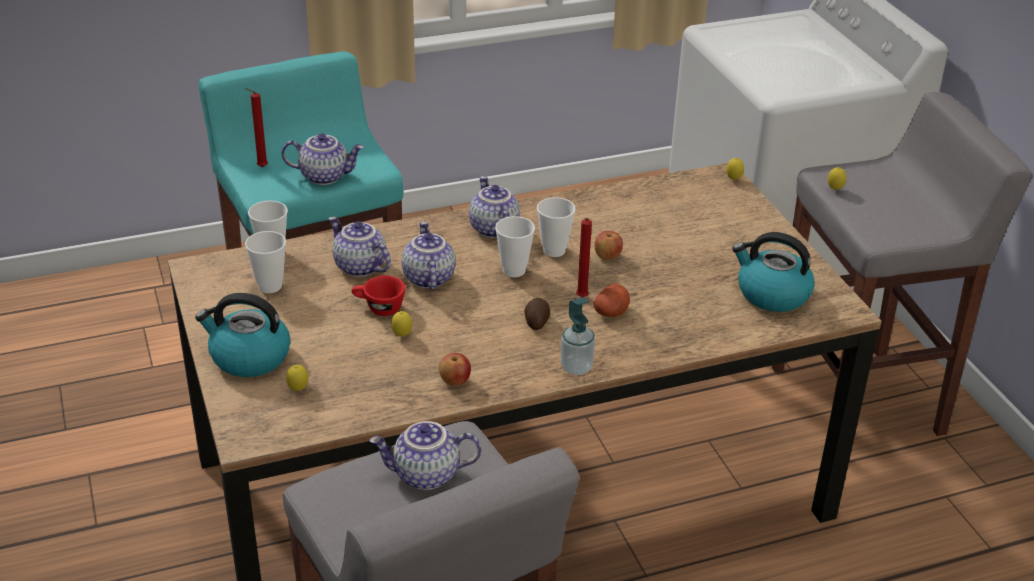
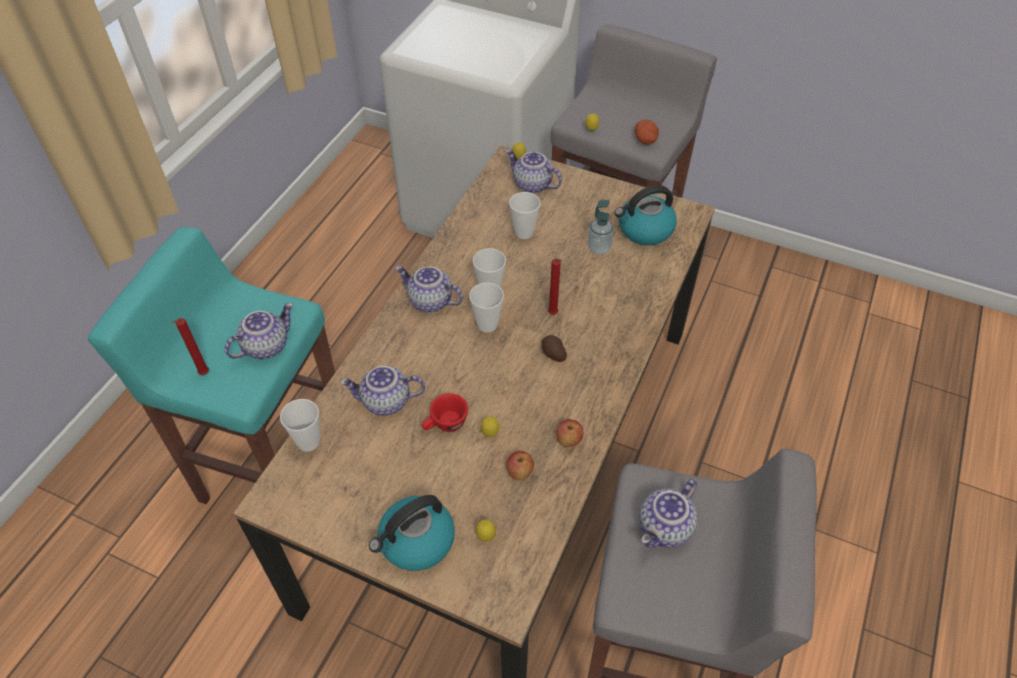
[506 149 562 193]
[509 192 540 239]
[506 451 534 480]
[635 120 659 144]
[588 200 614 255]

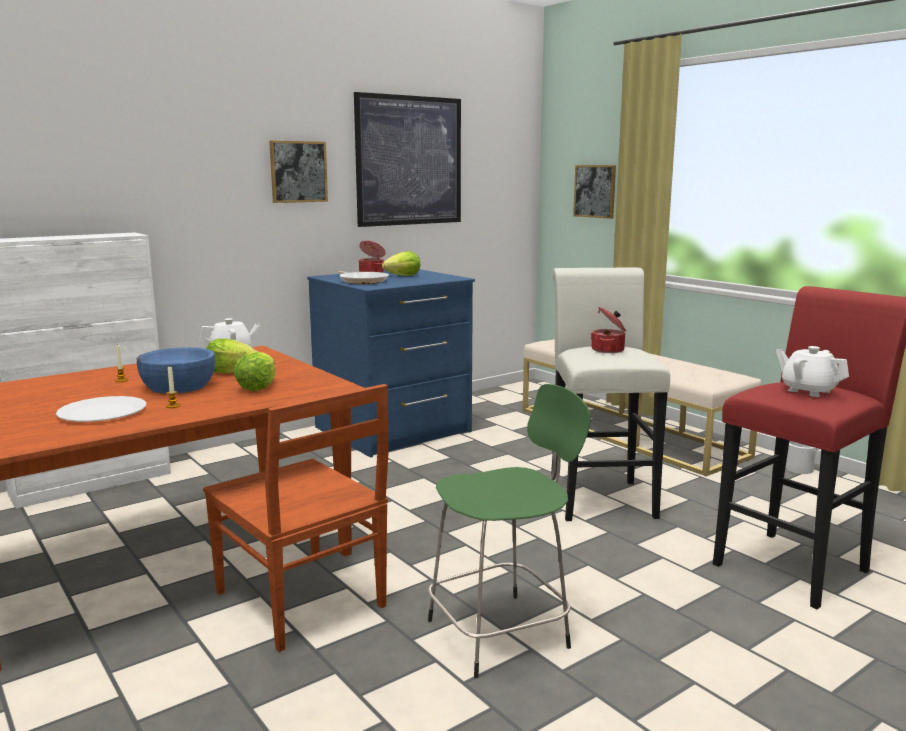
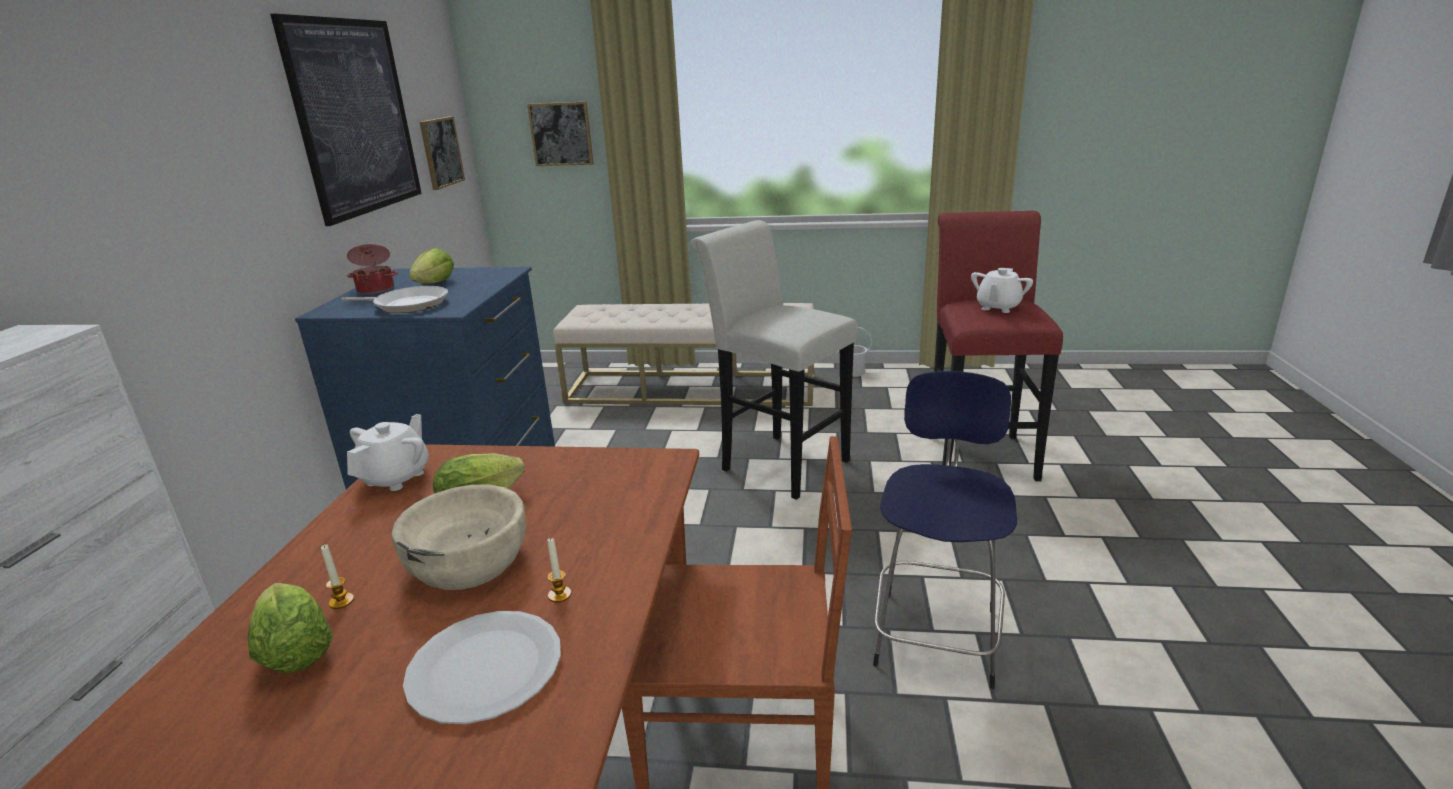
[420 116 465 190]
[590 307 626 353] (first image)
[971 268 1033 313]
[391 485 526 590]
[248 583 333 674]
[873 371 1017 689]

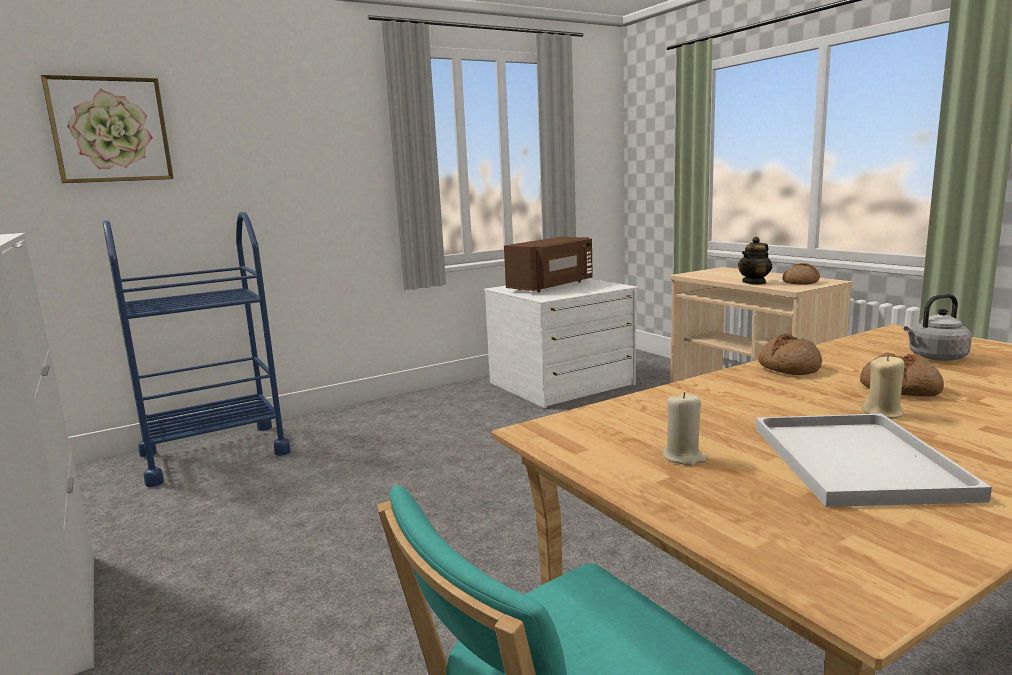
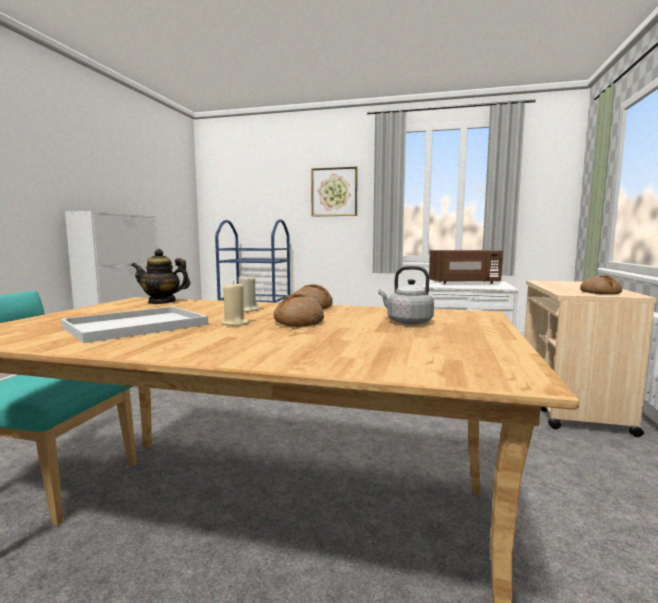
[311 167 358 216]
[131 249 191 304]
[238 275 259 312]

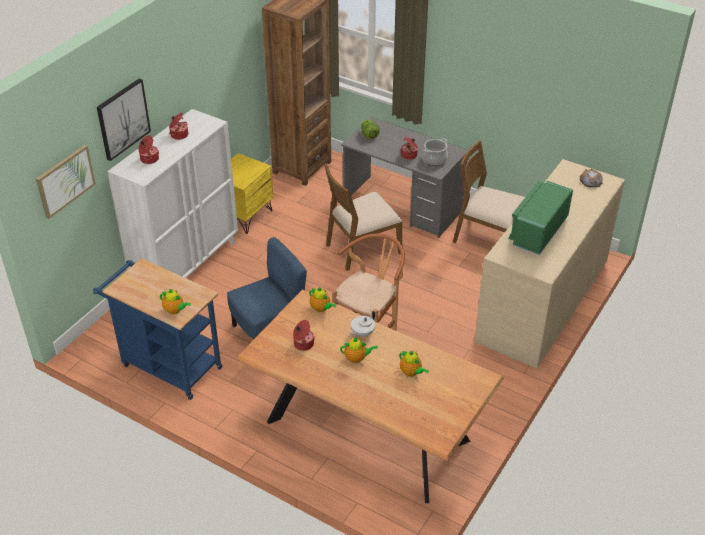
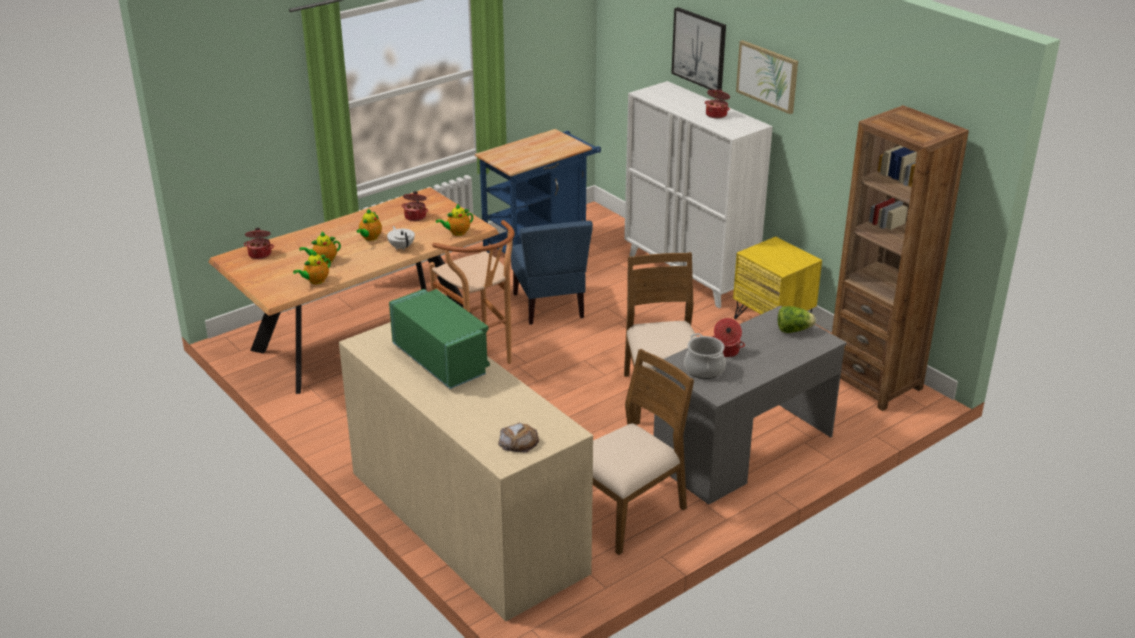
[244 228 274 259]
[736 40 798 114]
[293 251 331 284]

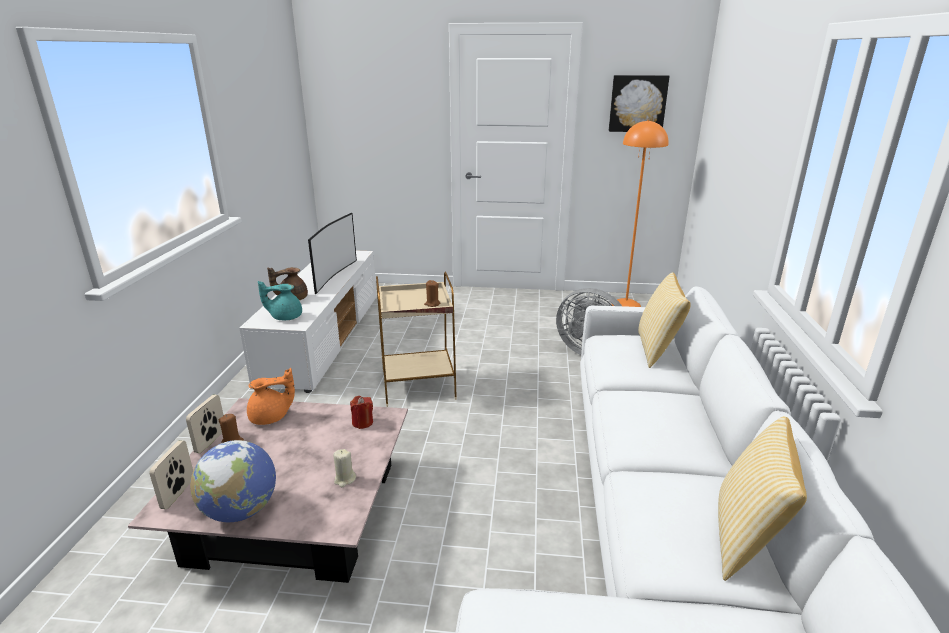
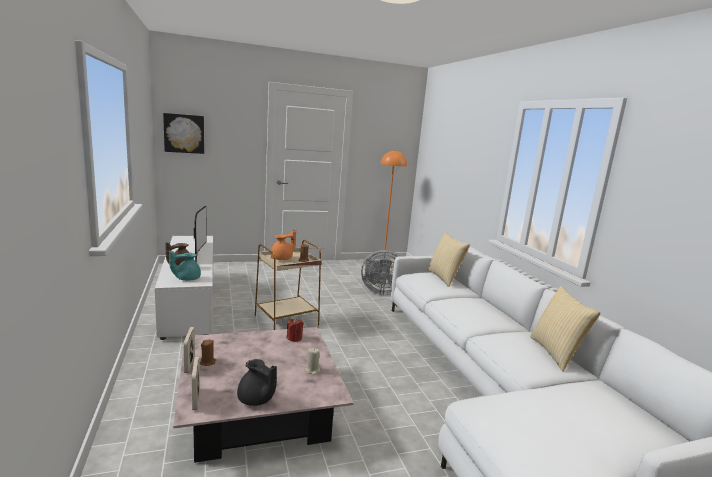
[163 113 204 154]
[271 229 296 260]
[237 359 277 406]

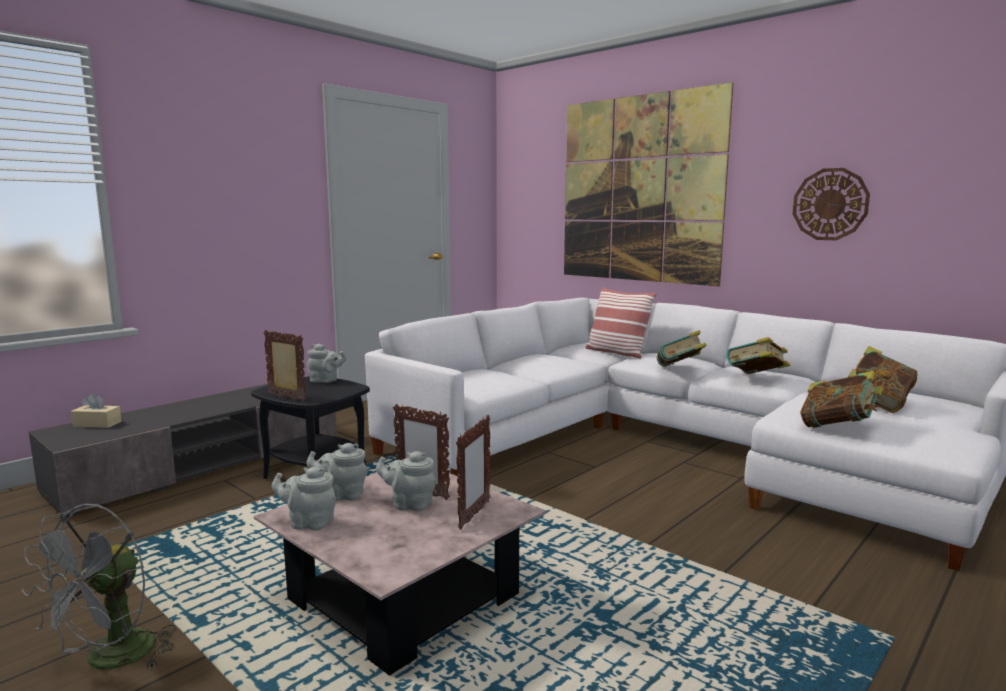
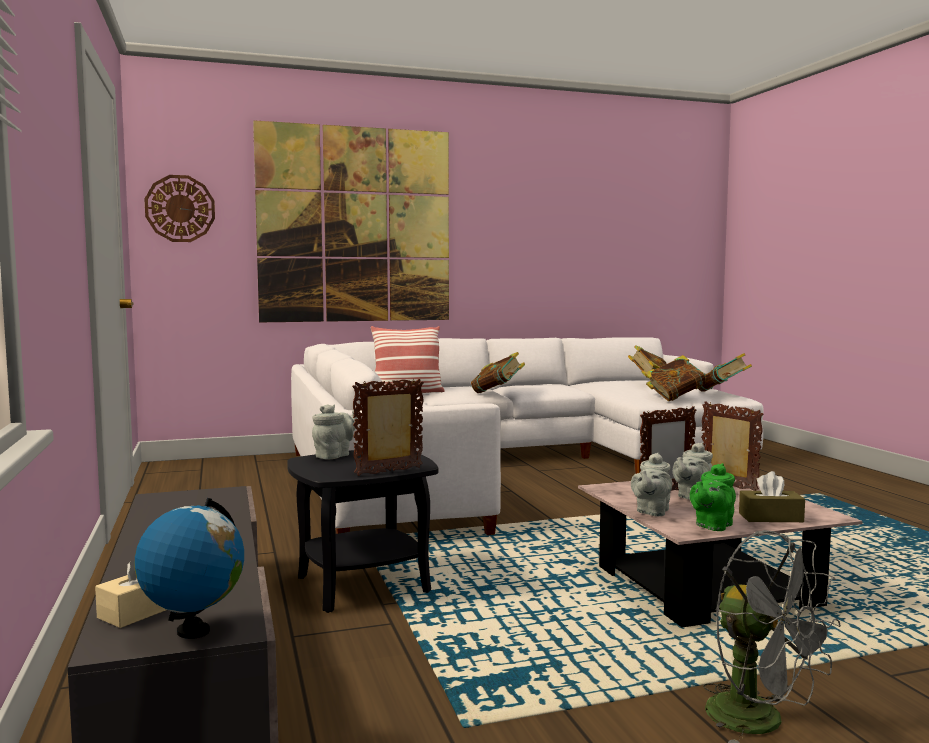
[145 175 215 242]
[698 353 752 392]
[690 463 736 531]
[739 471 805 522]
[134 498 244 639]

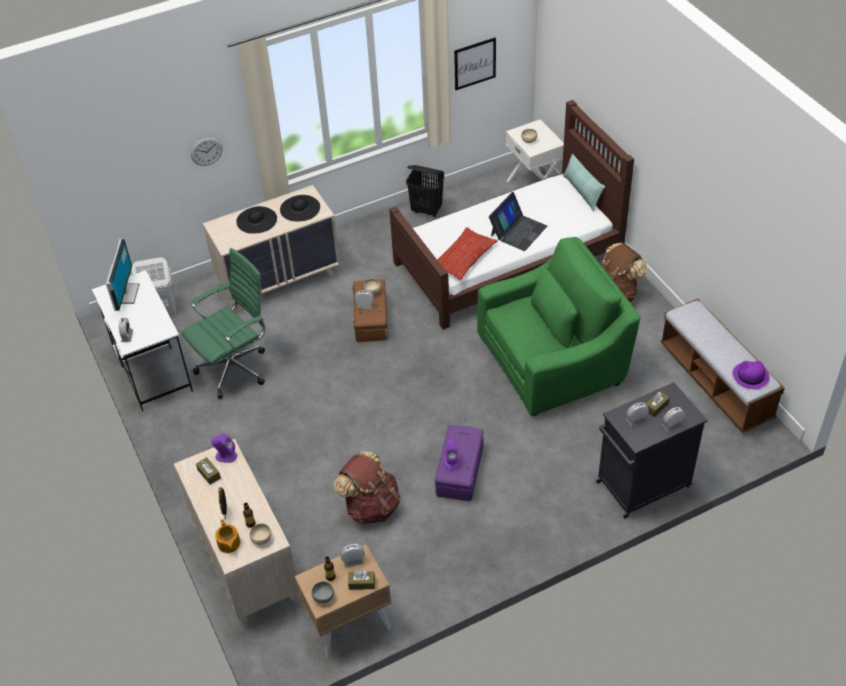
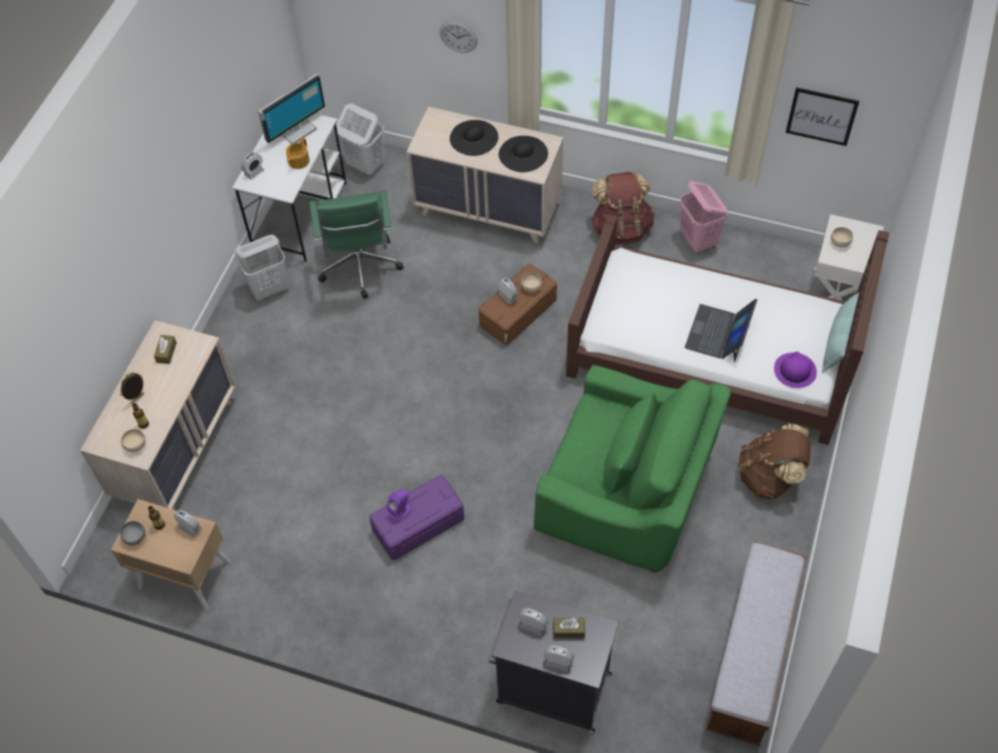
[680 181 727 254]
[684 299 757 363]
[437 227 498 280] (first image)
[309 190 403 299]
[774 352 817 388]
[211 434 237 463] (first image)
[591 172 655 245]
[286 138 310 169]
[348 570 375 590] (first image)
[234 235 288 300]

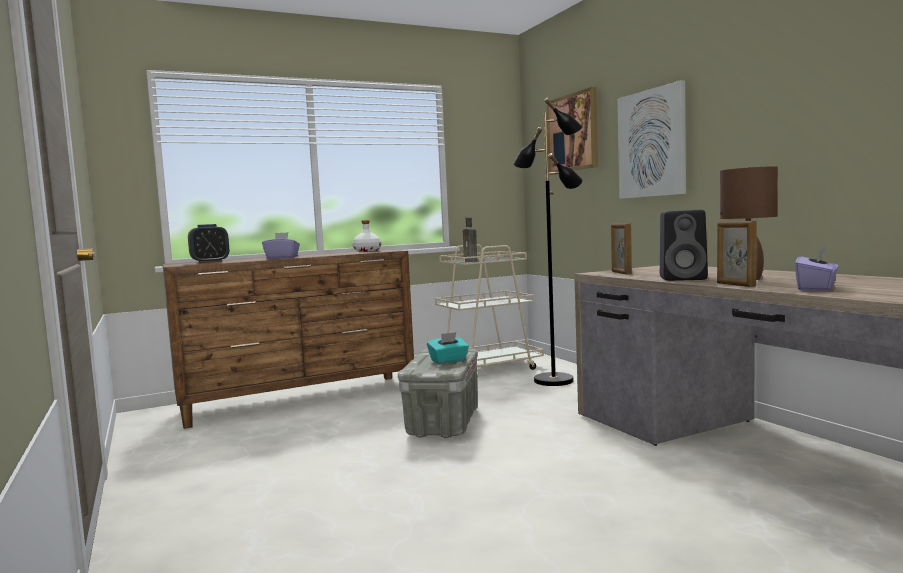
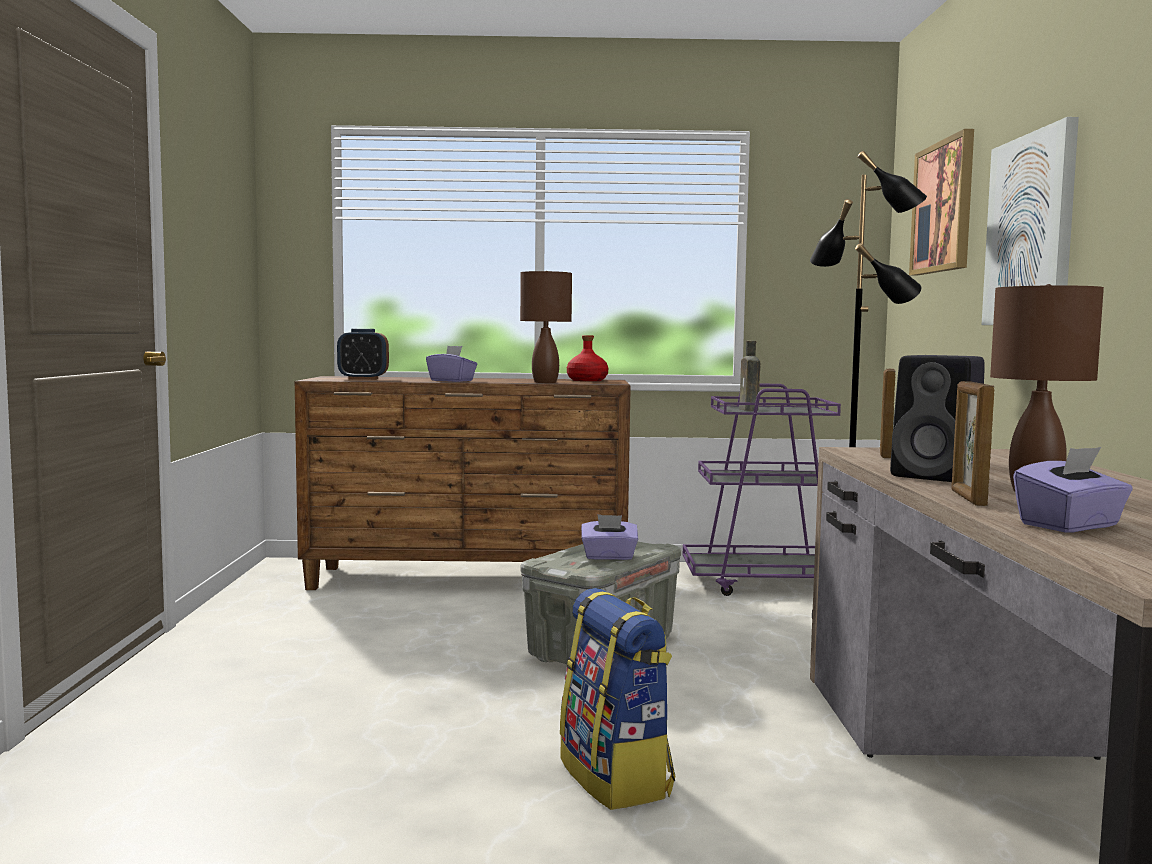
[567 335 608 381]
[683 384 841 596]
[581 514 638 560]
[520 271 572 383]
[560 588 675 810]

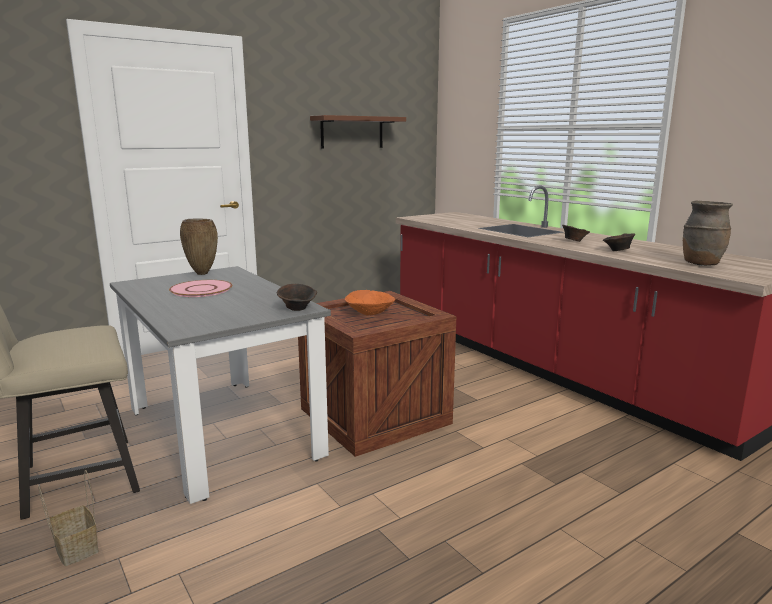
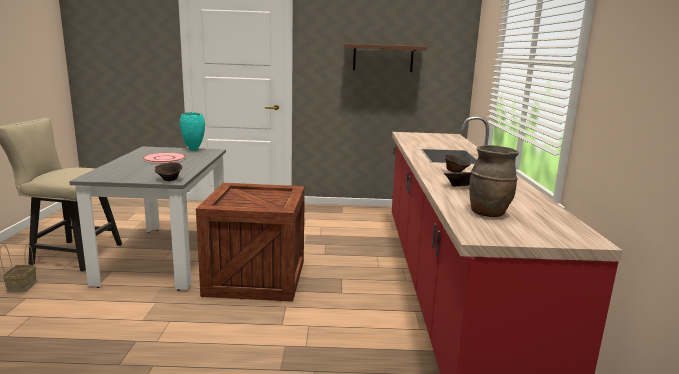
[180 112 205 151]
[345 290 395 316] (first image)

